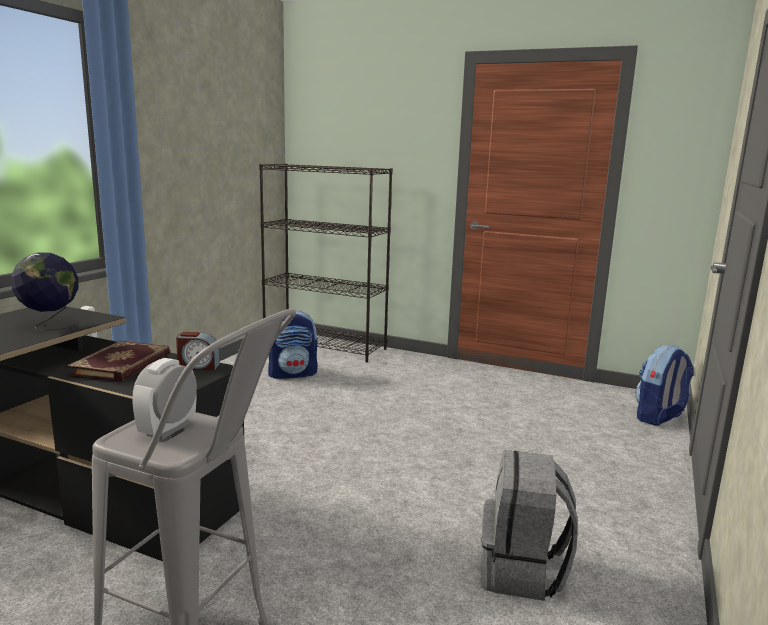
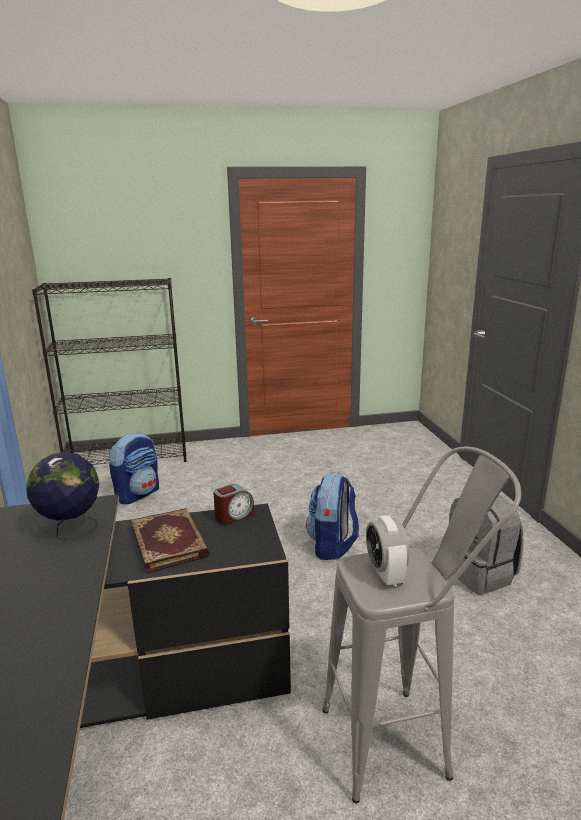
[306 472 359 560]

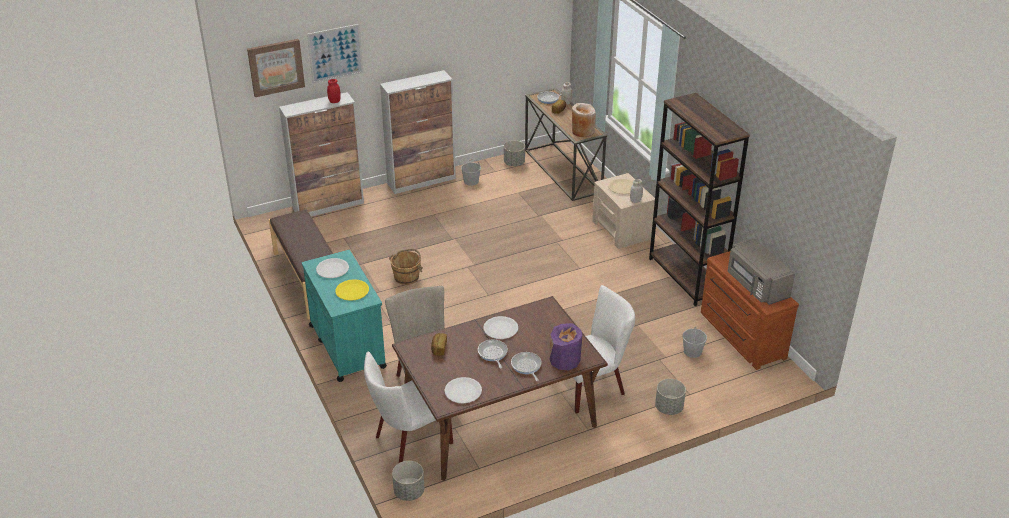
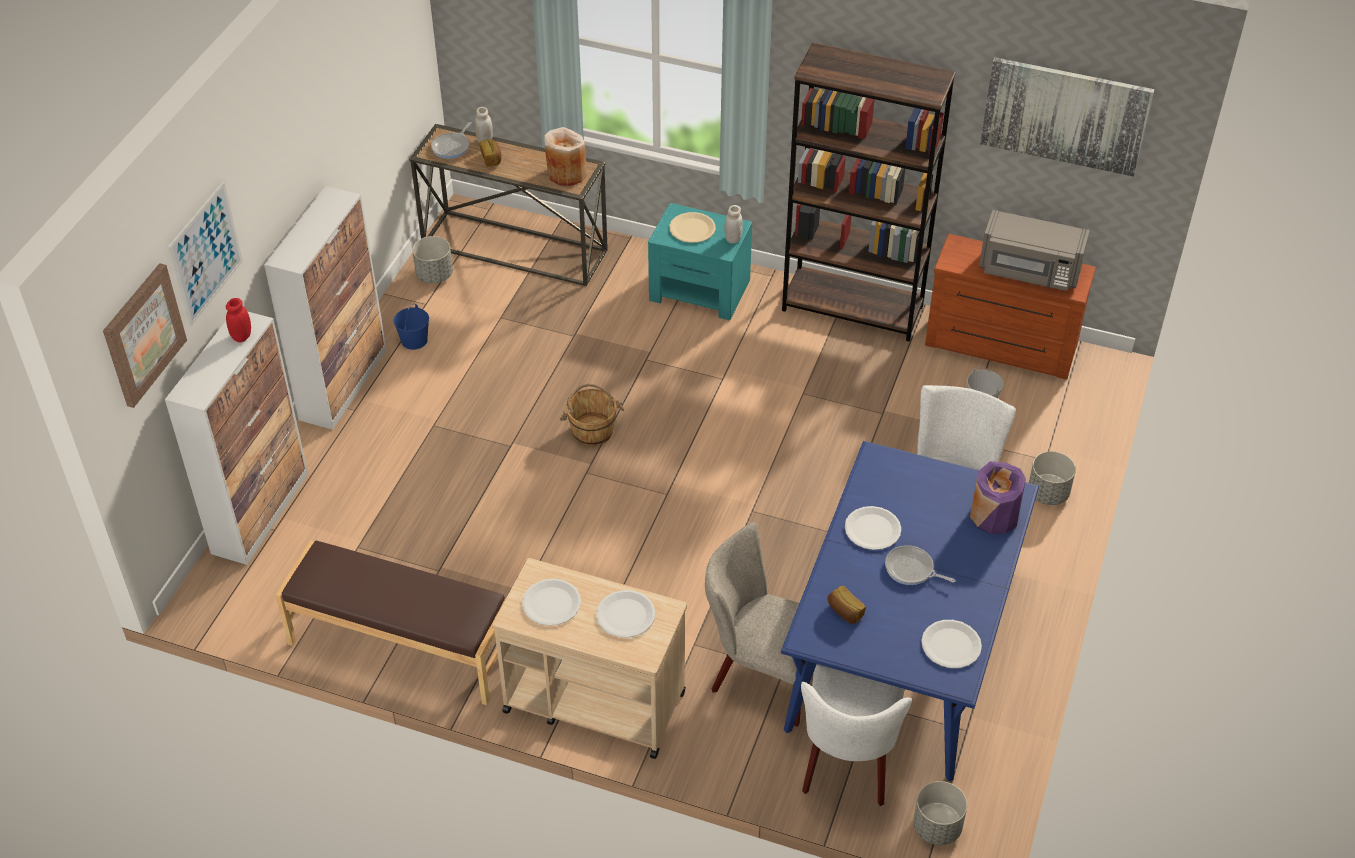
[394 304 429 350]
[648 203 752 320]
[560 384 624 446]
[492 558 687 759]
[596 590 655 638]
[781 441 1039 781]
[511 352 542 381] (first image)
[980 57 1154 177]

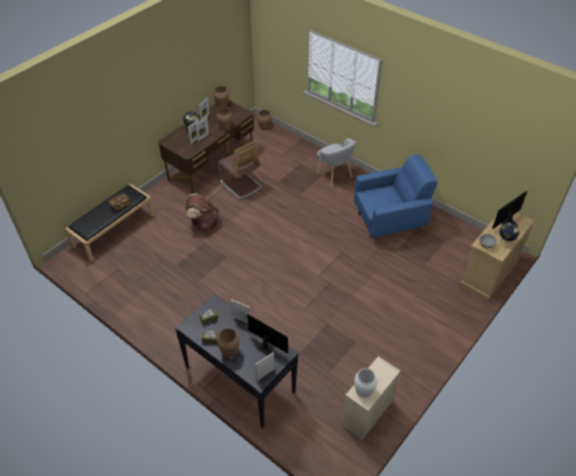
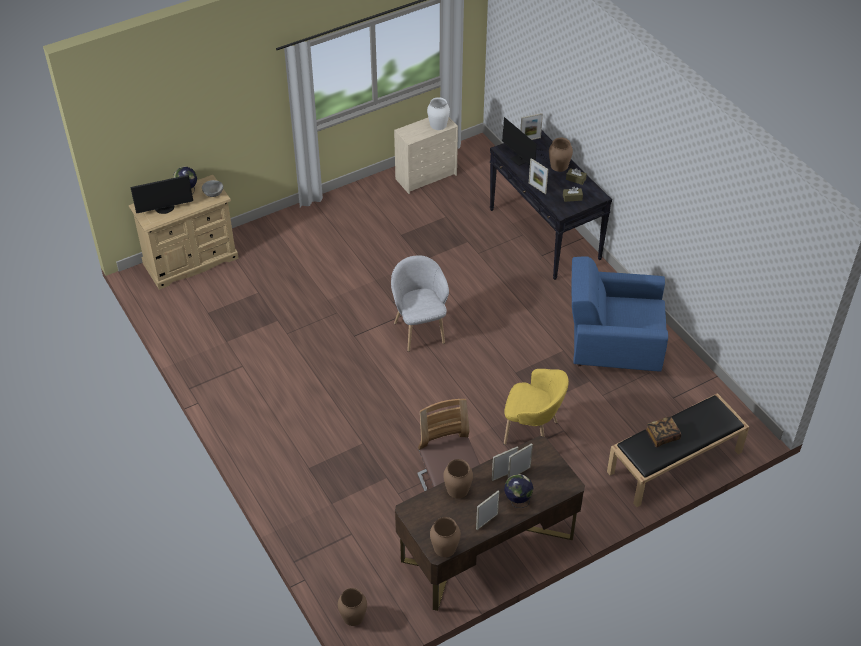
[391 255 449 352]
[572 256 668 372]
[504 369 569 445]

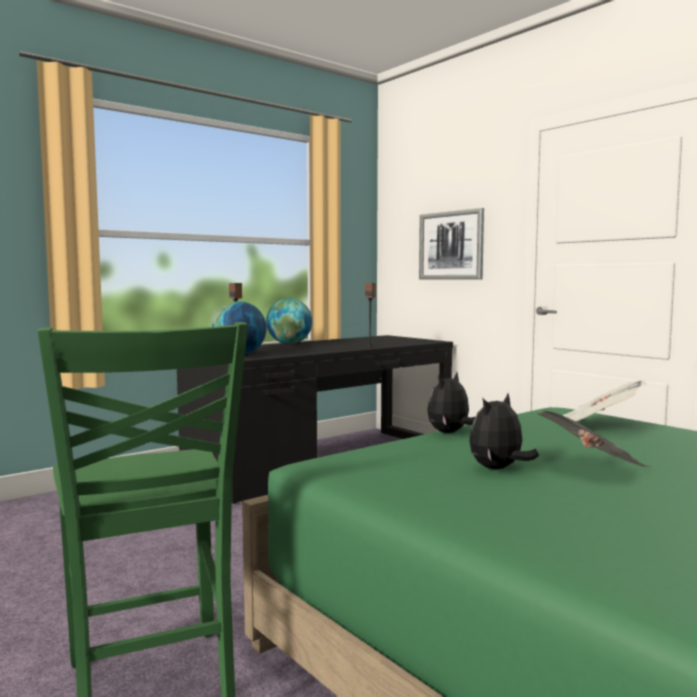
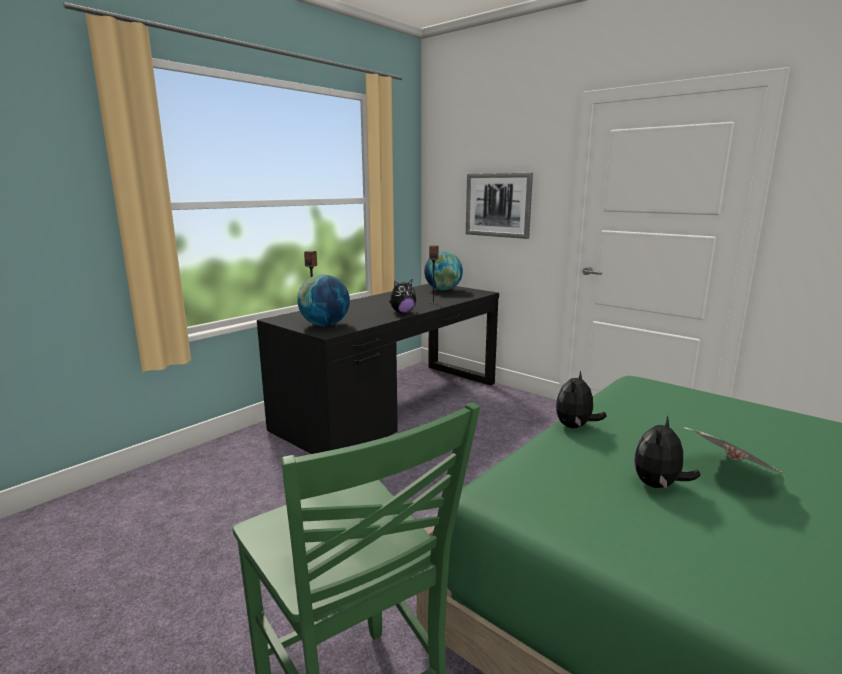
[424 252 463 291]
[554 380 646 423] (first image)
[389 280 416 313]

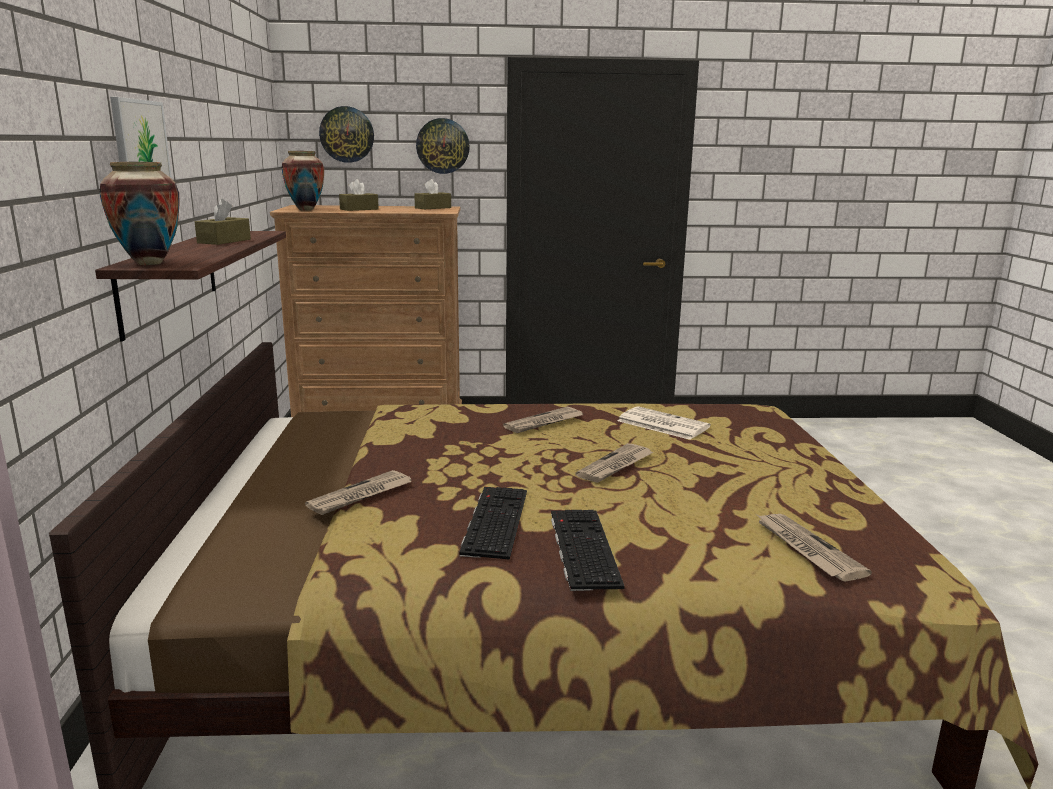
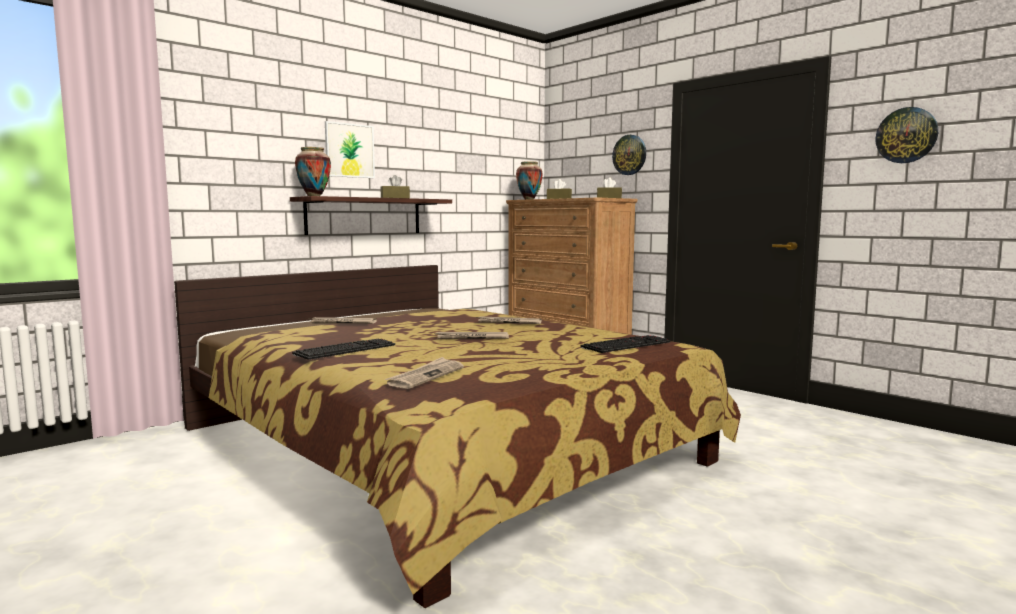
[875 107 938 163]
[618 406 711 440] (first image)
[580 335 670 353]

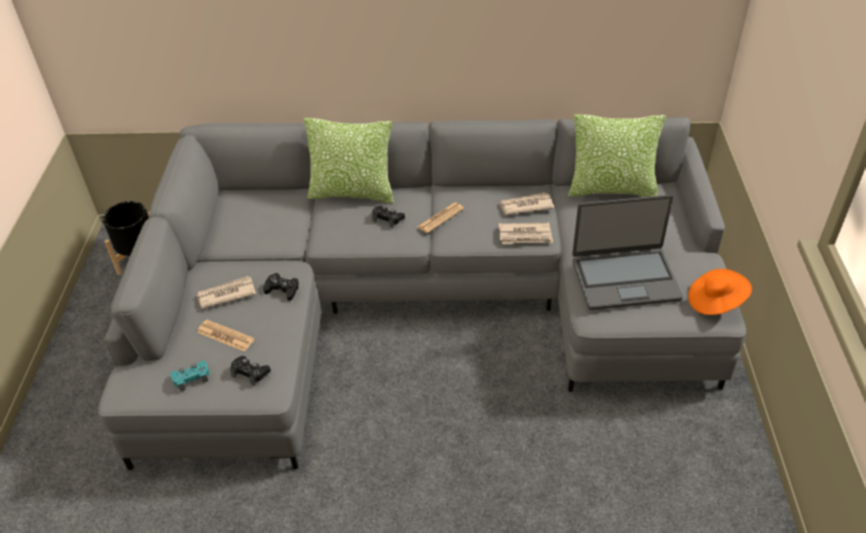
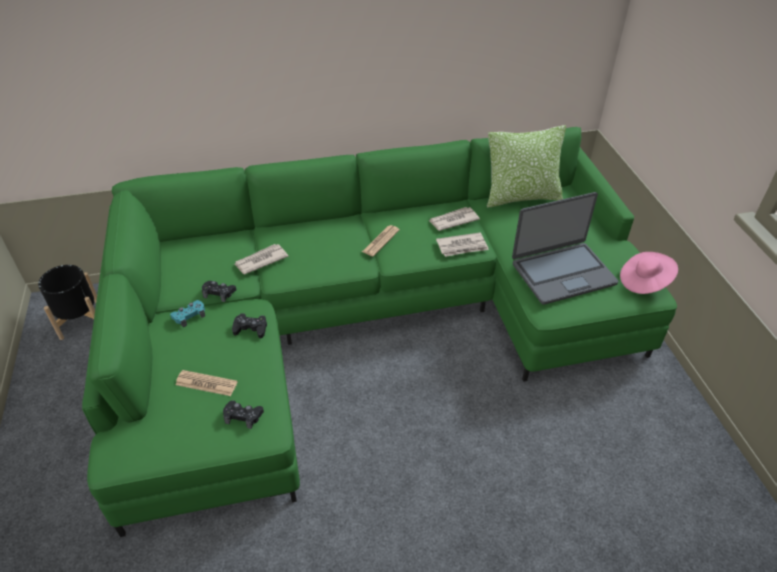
[82 127 677 537]
[304 118 394 203] (first image)
[202 281 236 302]
[620 252 678 294]
[234 244 289 274]
[170 300 205 327]

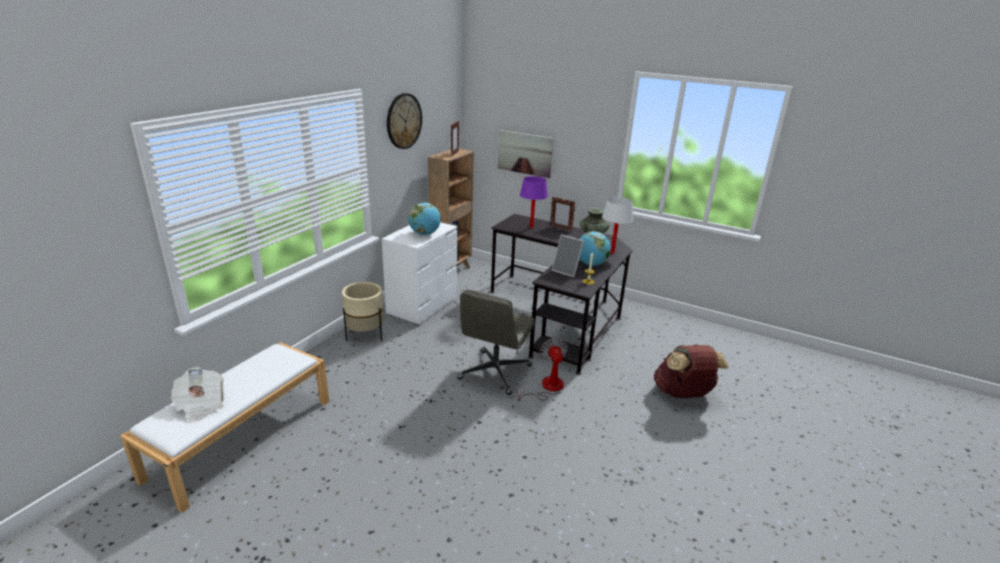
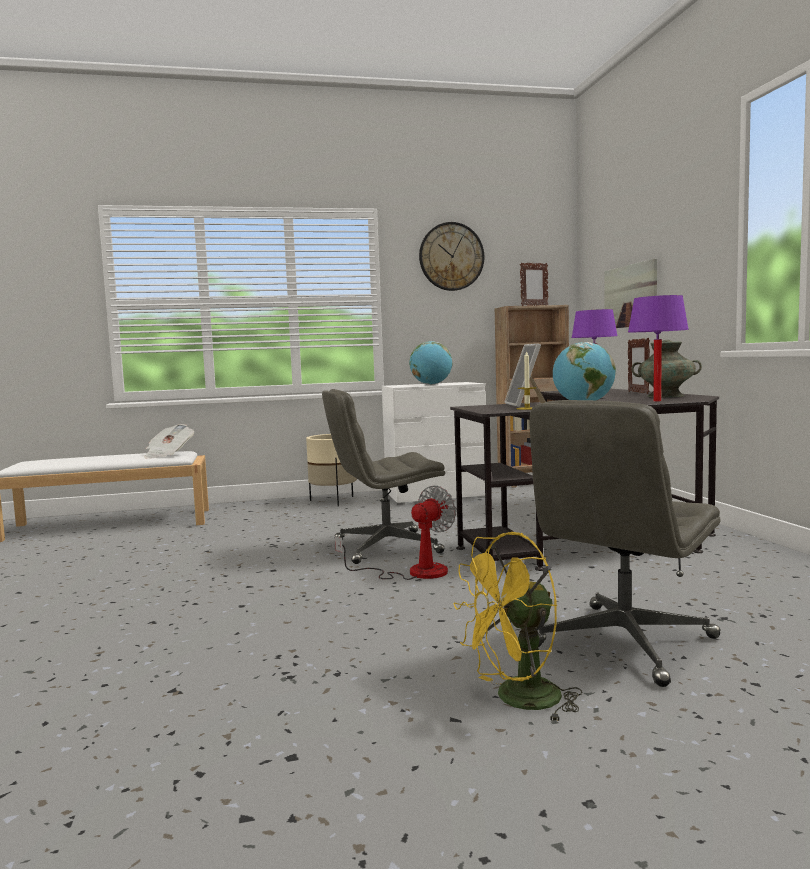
[628 295 689 402]
[529 400 721 687]
[144 424 194 459]
[453 532 583 723]

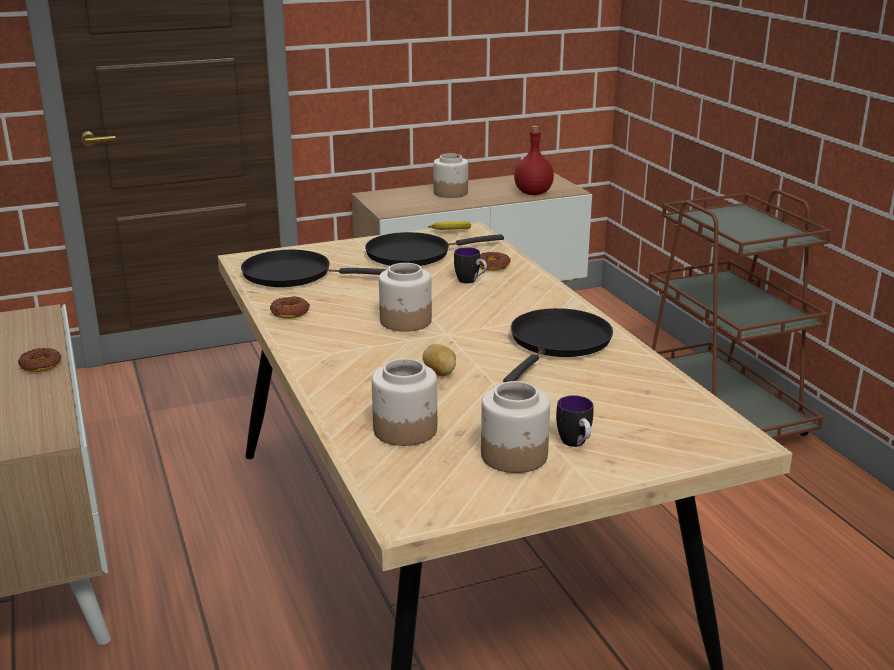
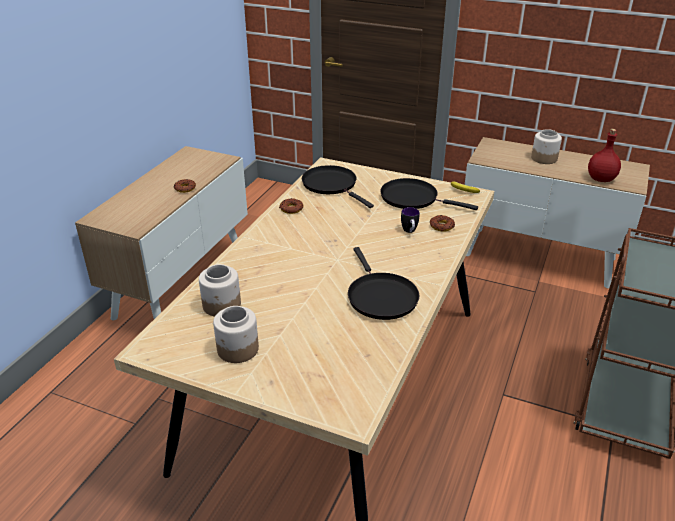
[379 263 432 332] (first image)
[348 247 419 320]
[423 344 456 376] (first image)
[556 395 593 447] (first image)

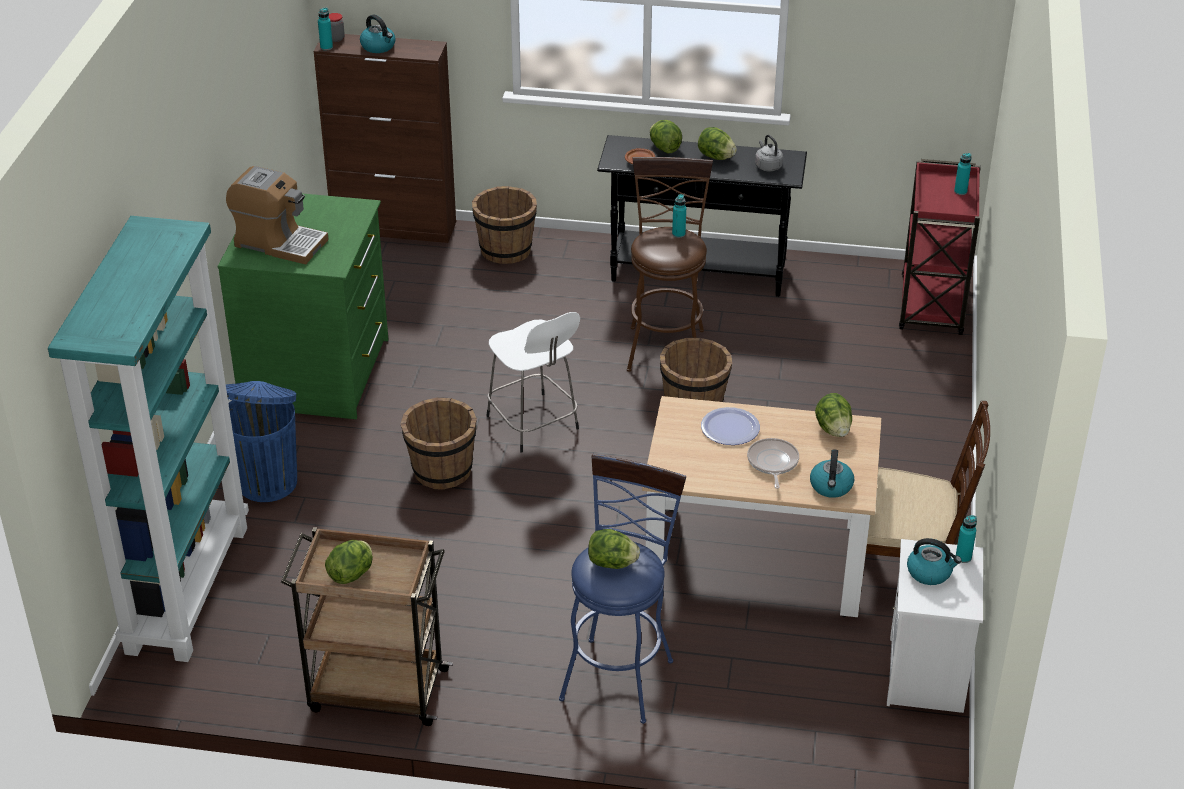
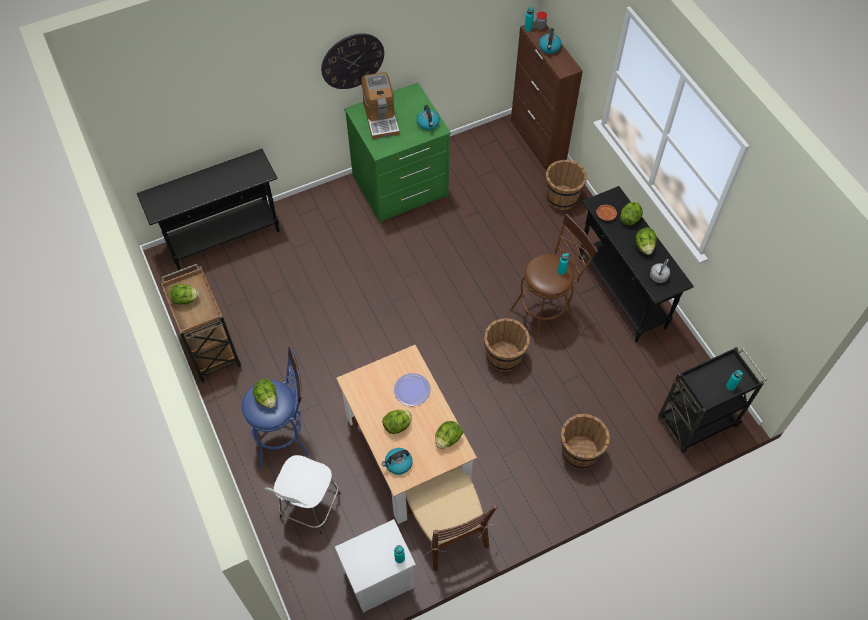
[658 347 767 453]
[137 149 280 270]
[265 455 341 534]
[226 381 297 502] (first image)
[560 414 610 469]
[382 410 412 434]
[417 105 440 130]
[321 33 384 89]

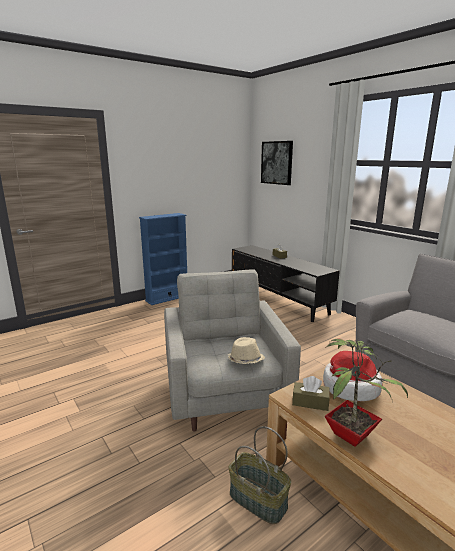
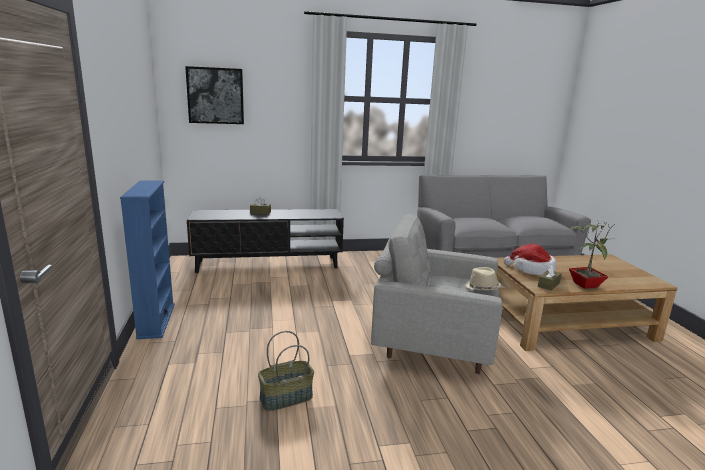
[258 331 314 411]

